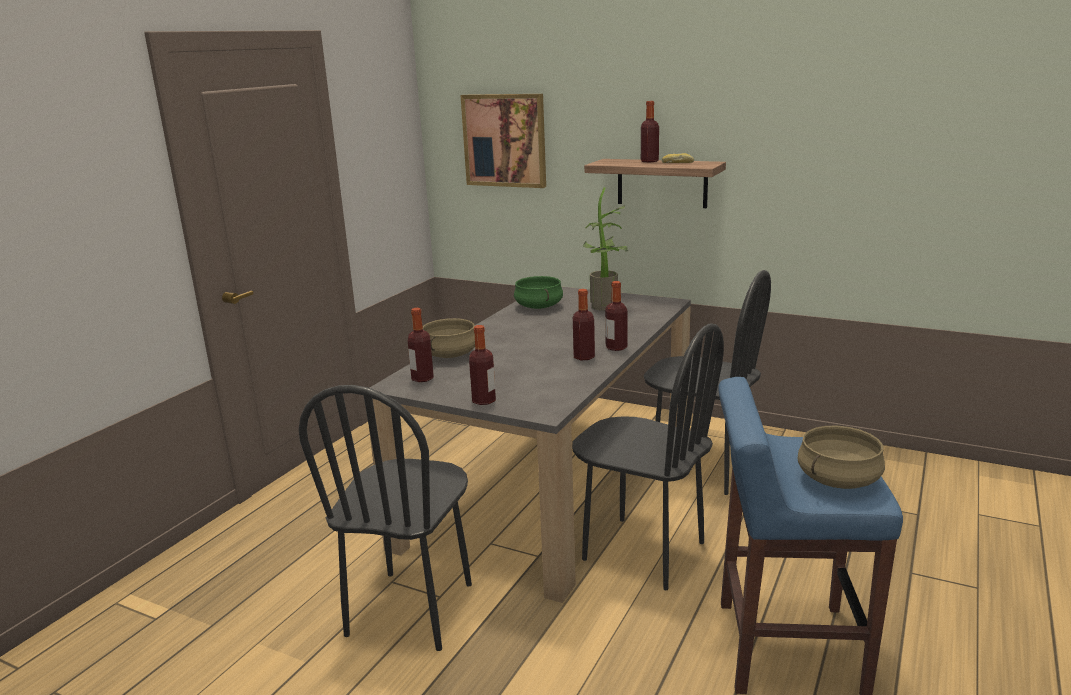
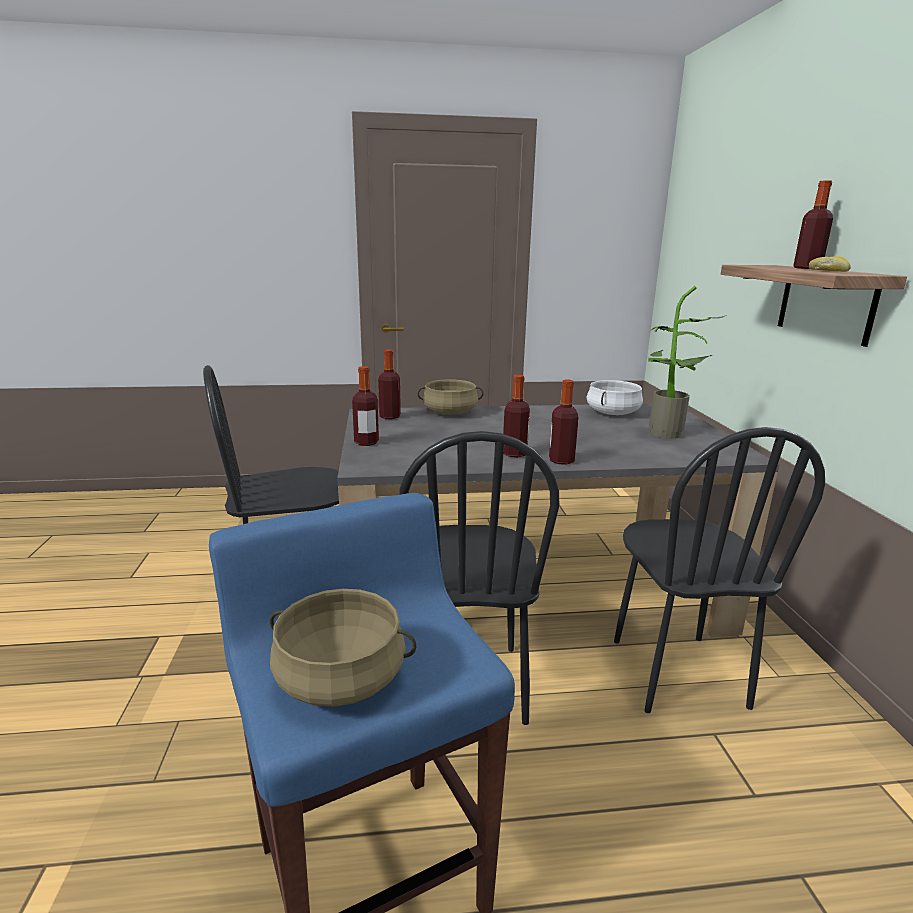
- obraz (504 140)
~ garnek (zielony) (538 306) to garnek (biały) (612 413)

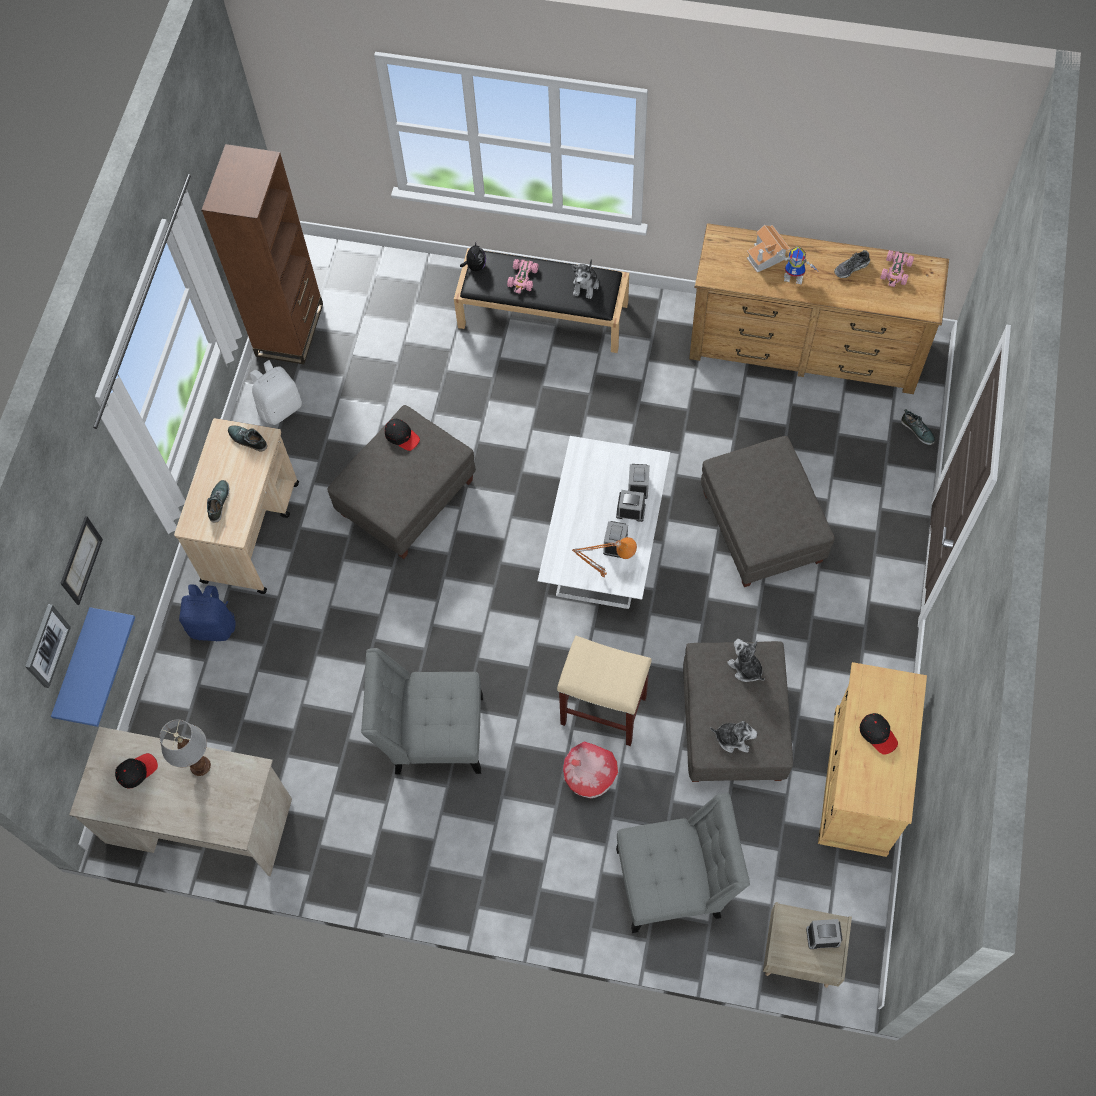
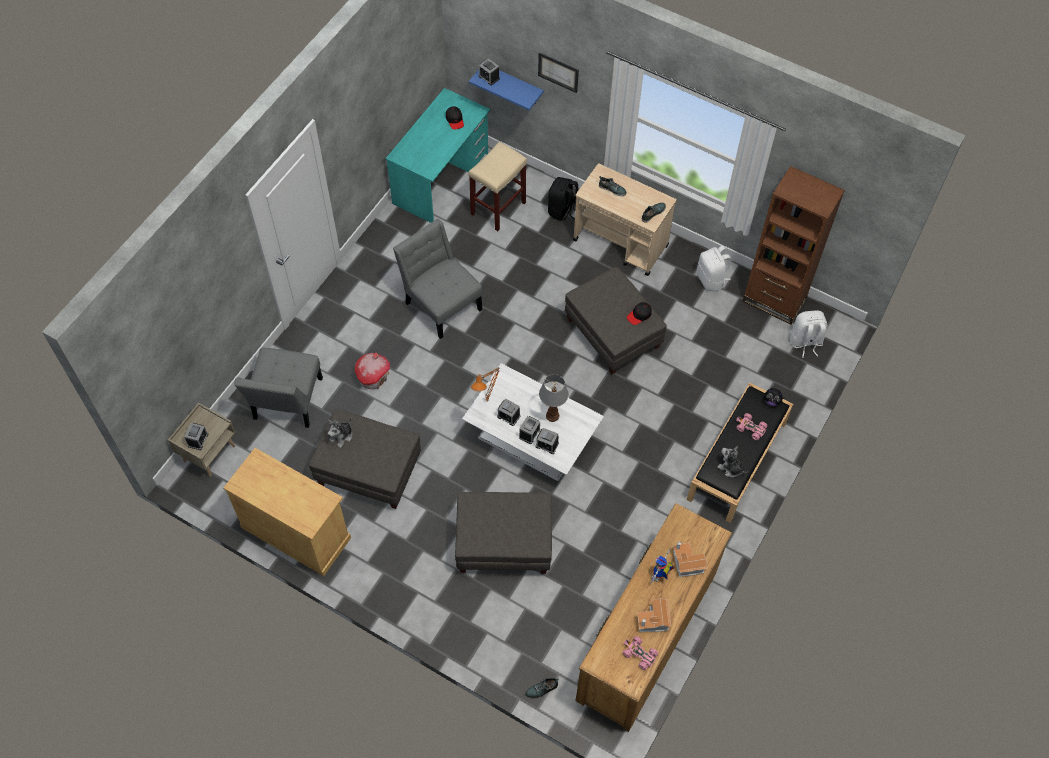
~ but (851 268) to domek (653 621)
~ plecak (niebieski) (213 625) to plecak (czarny) (562 210)
- obraz (46 645)
~ stołek (beżowy) (605 710) to (498 209)
- pluszak (745 668)
~ krzesło (szary) (432 733) = (441 303) 60 degrees counterclockwise
- czapka z daszkiem (czarny) (878 734)
~ lampa stołowa (200 766) to (552 416)
~ biurko (beżowy) (199 820) to biurko (turkusowy) (441 178)
+ budzik (489 77)
+ plecak (biały) (805 342)

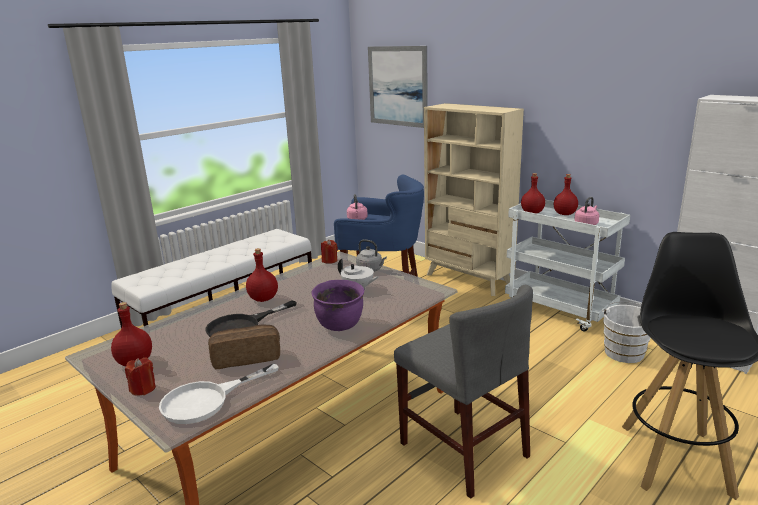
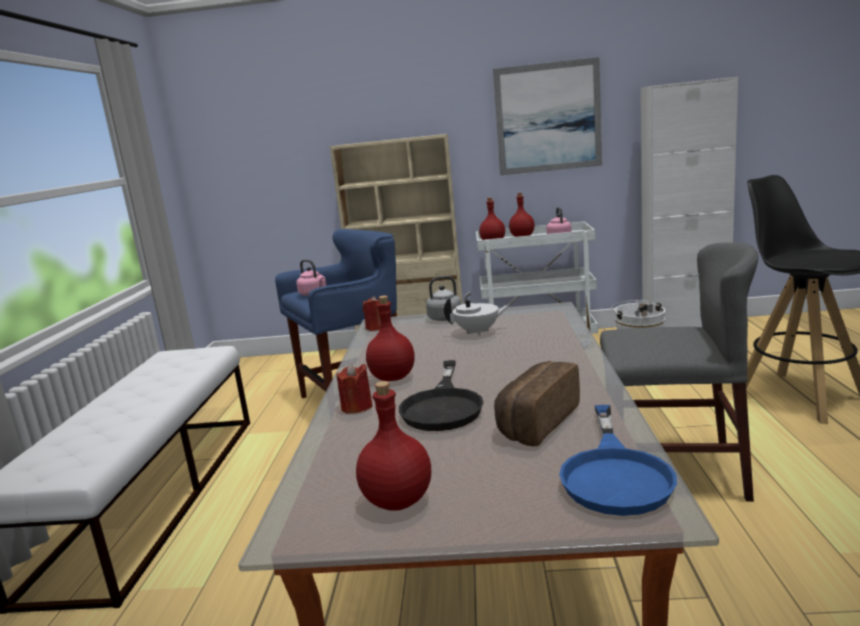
~ obraz (397 86) to (548 118)
- garnek (fioletowy) (340 325)
~ świeca (czerwony) (143 389) to (356 407)
~ patelnia (biały) (206 400) to patelnia (niebieski) (615 473)

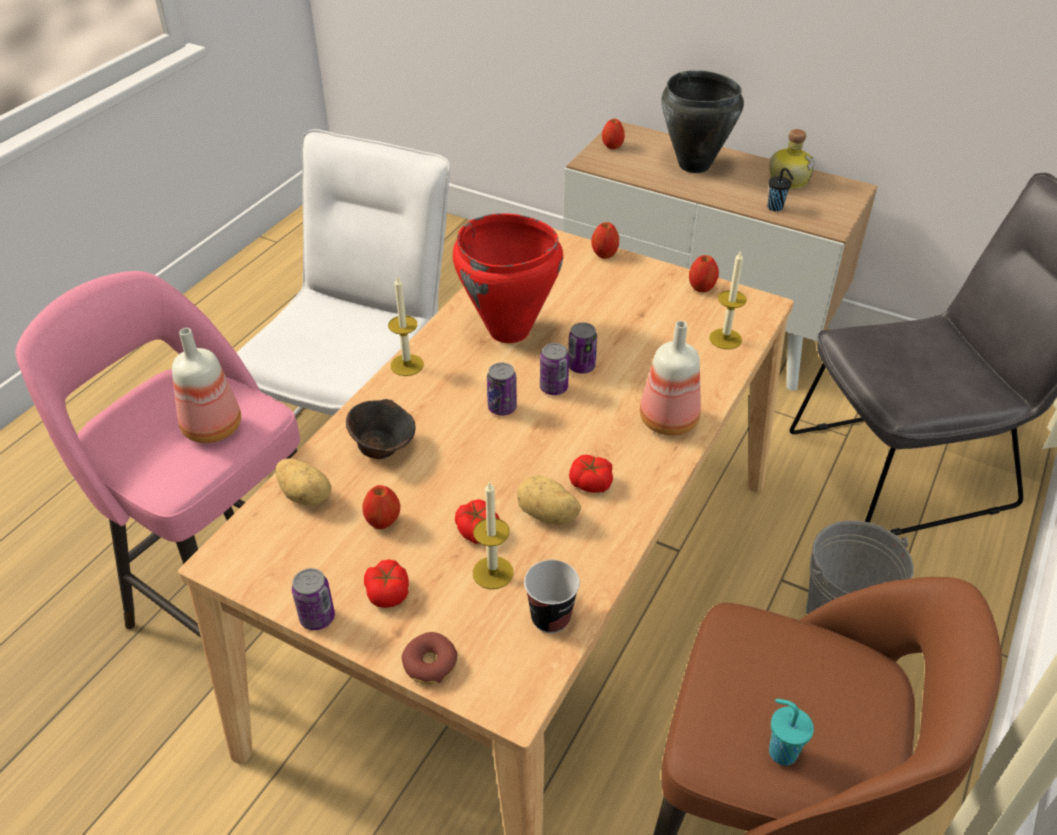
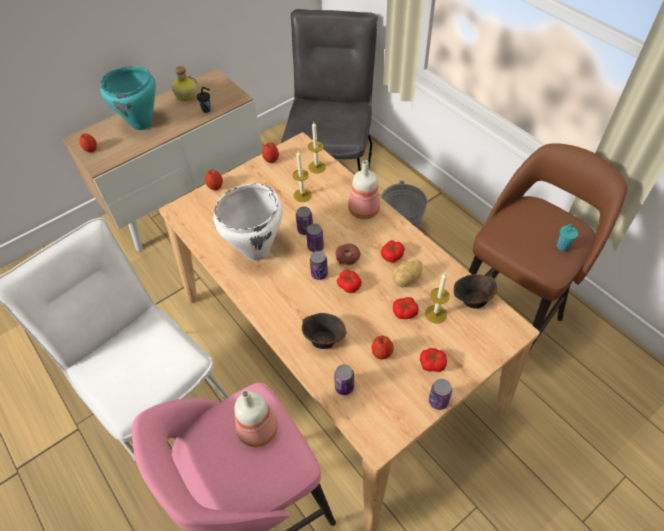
~ garnek (czarny) (694 165) to garnek (turkusowy) (142 124)
~ garnek (czerwony) (509 331) to garnek (biały) (257 251)
~ świeca (407 365) to (302 195)
~ ziemniak (306 495) to puszka (344 387)
~ filiżanka (551 618) to miska (brązowy) (471 299)
~ donut (430 664) to (348 257)
+ pomidor (349 285)

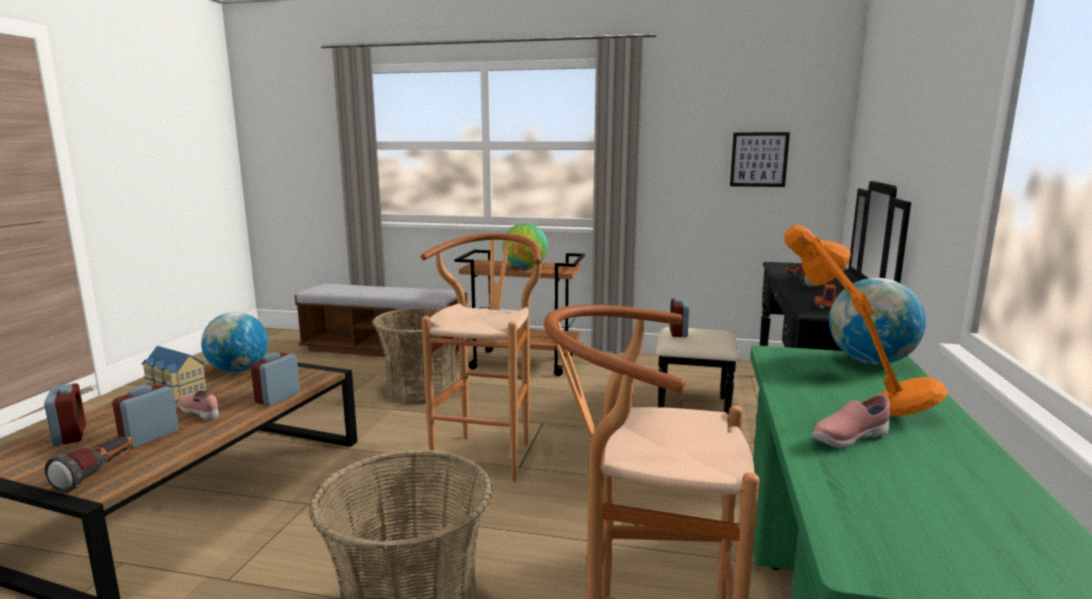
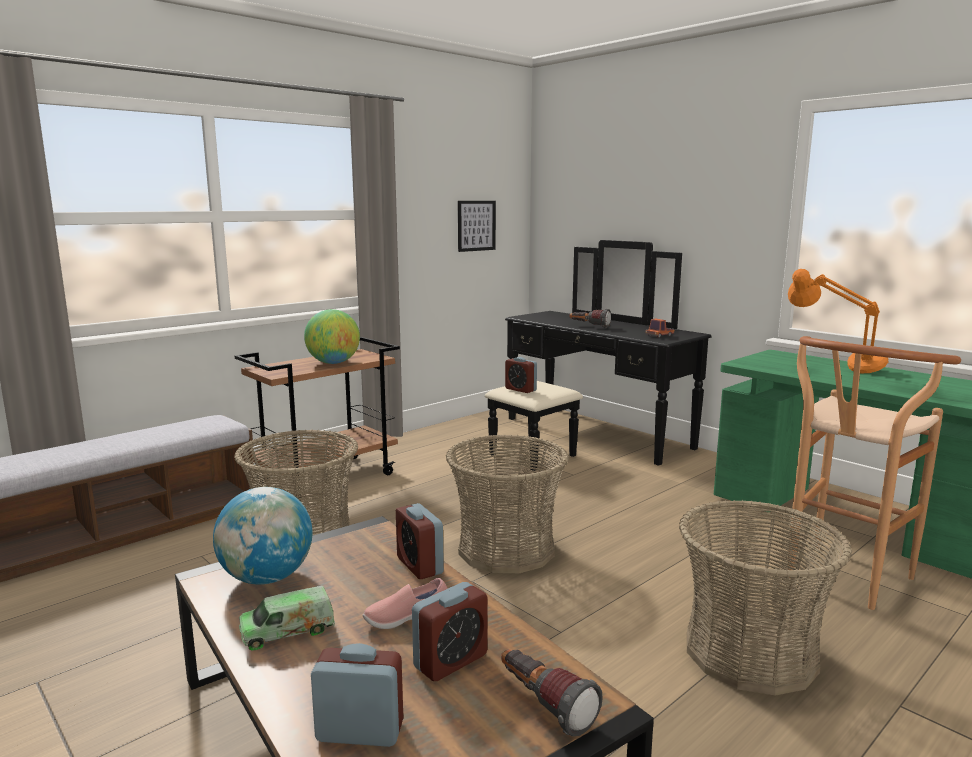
~ stołek (brązowy) (488 452) to koszyk (506 549)
- globus (870 362)
~ domek (175 392) to ciężarówka zabawkowa (287 631)
~ budzik (150 437) = (450 661) 105 degrees counterclockwise
- but (różowy) (848 439)

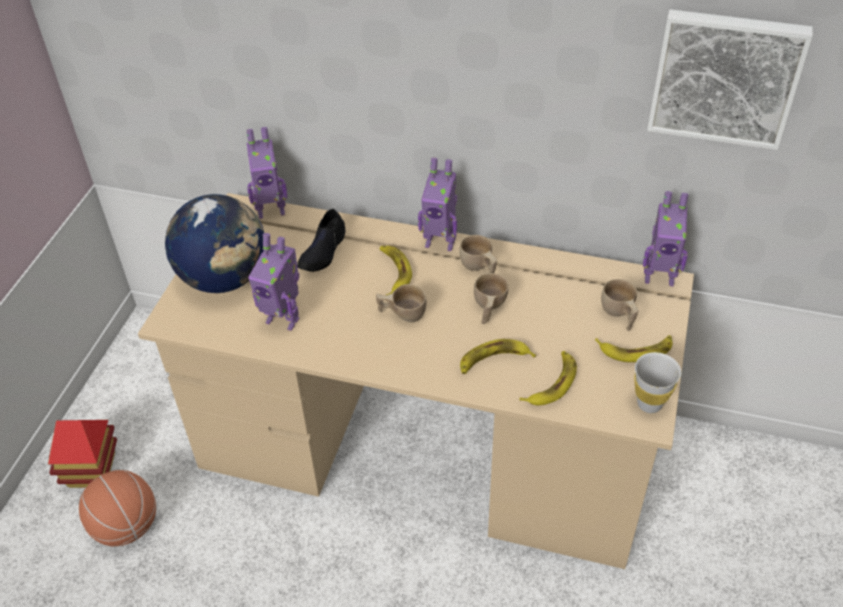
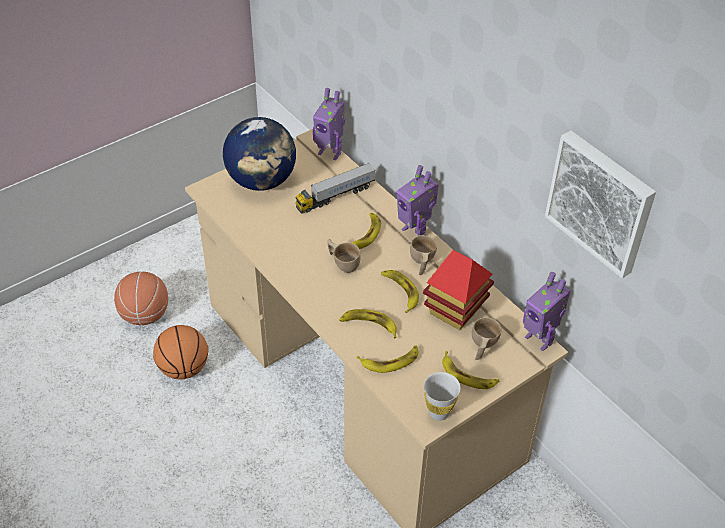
~ but (czarny) (323 251) to ciężarówka zabawkowa (335 196)
- robot zabawkowy (283 319)
~ filiżanka (beżowy) (488 308) to banan (400 291)
~ domek (92 470) to (455 310)
+ piłka do koszykówki (184 368)

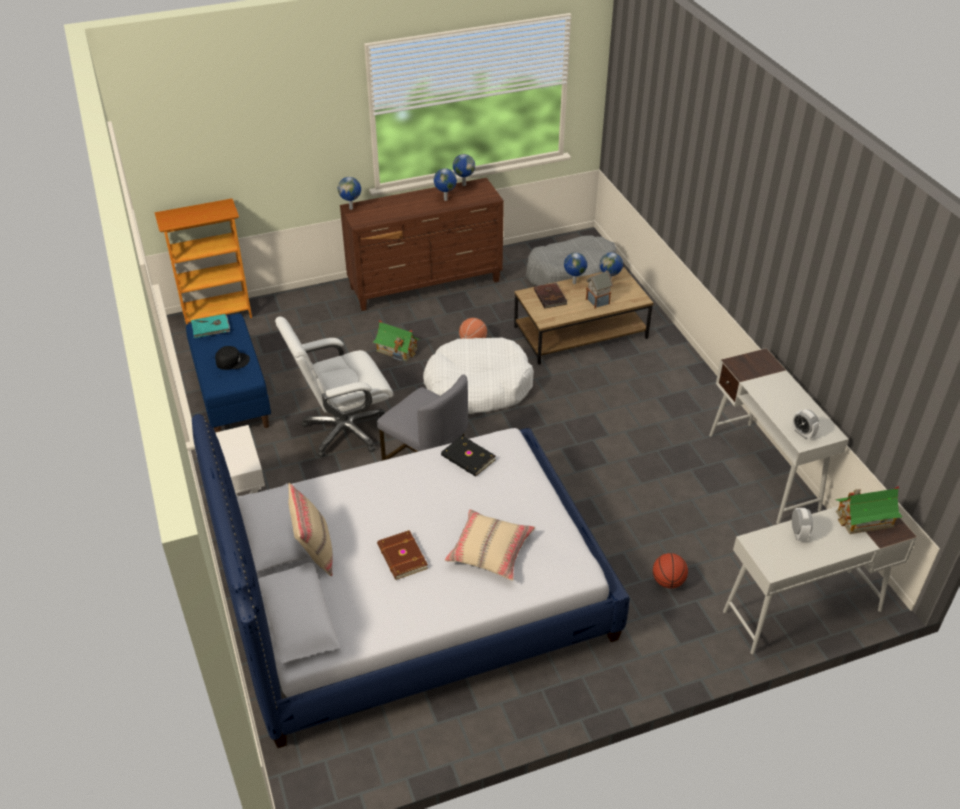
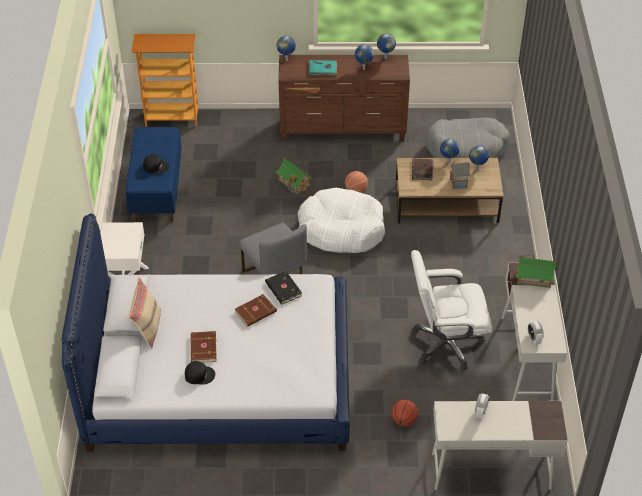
~ książka (turkusowy) (211 328) to (323 69)
~ krzesło biurowe (biały) (344 430) to (446 343)
~ domek (864 519) to (534 277)
- poduszka (beżowy) (490 551)
+ książka (brązowy) (256 312)
+ czapka z daszkiem (czarny) (199 374)

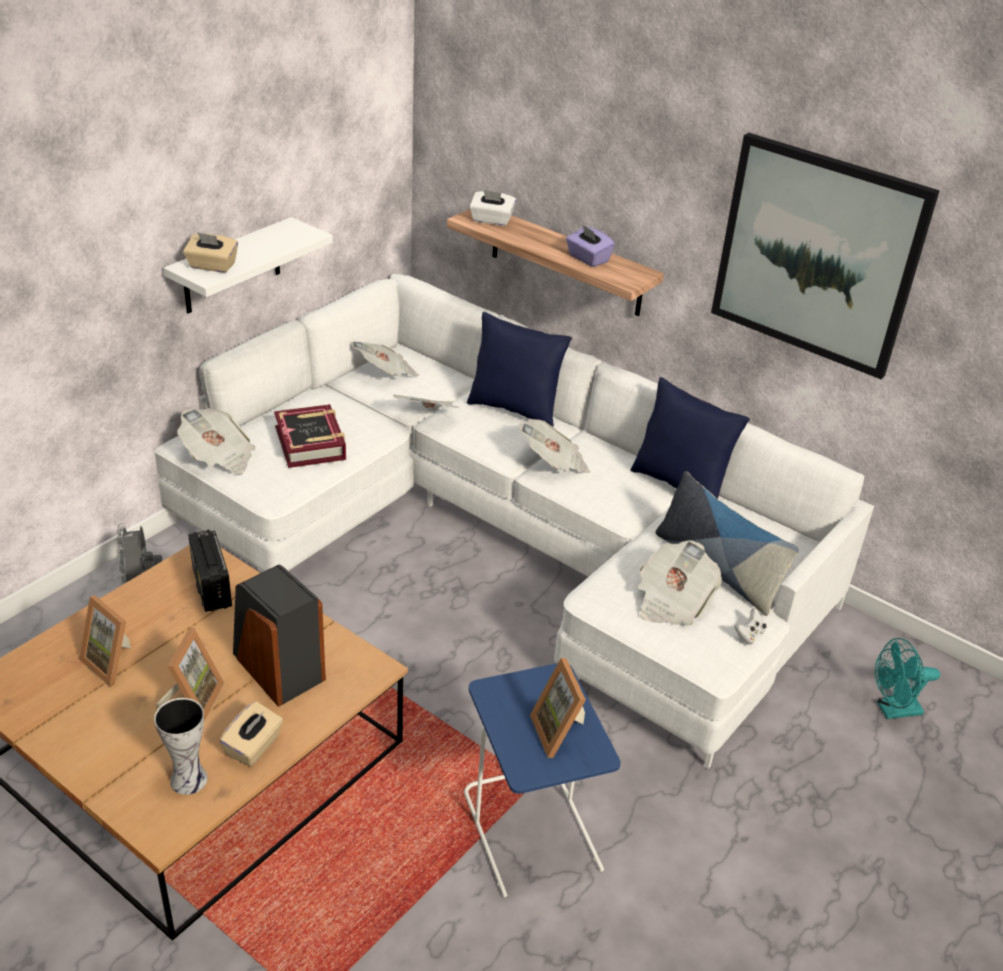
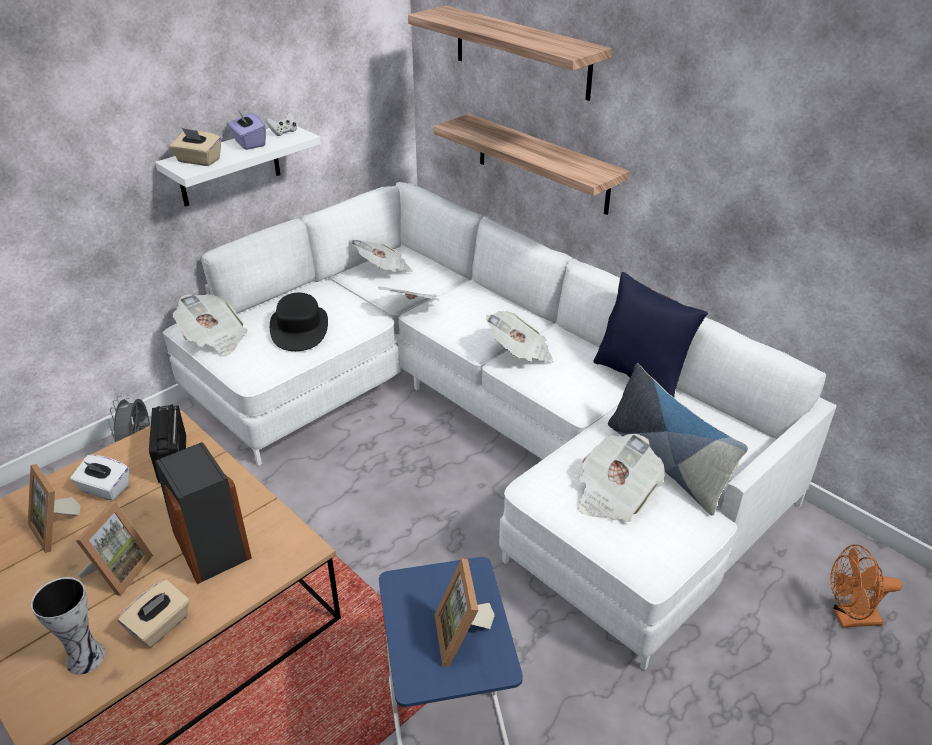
- obraz (817 255)
~ pudełko chusteczek (biały) (491 220) to (104 489)
~ pudełko chusteczek (fioletowy) (588 259) to (249 143)
- poduszka (niebieski) (514 408)
~ książka (311 443) to kapelusz (czarny) (299 328)
~ pad do gier (biały) (749 635) to (283 132)
~ wentylator (turkusowy) (893 710) to wentylator (pomarańczowy) (849 618)
+ półka (521 52)

